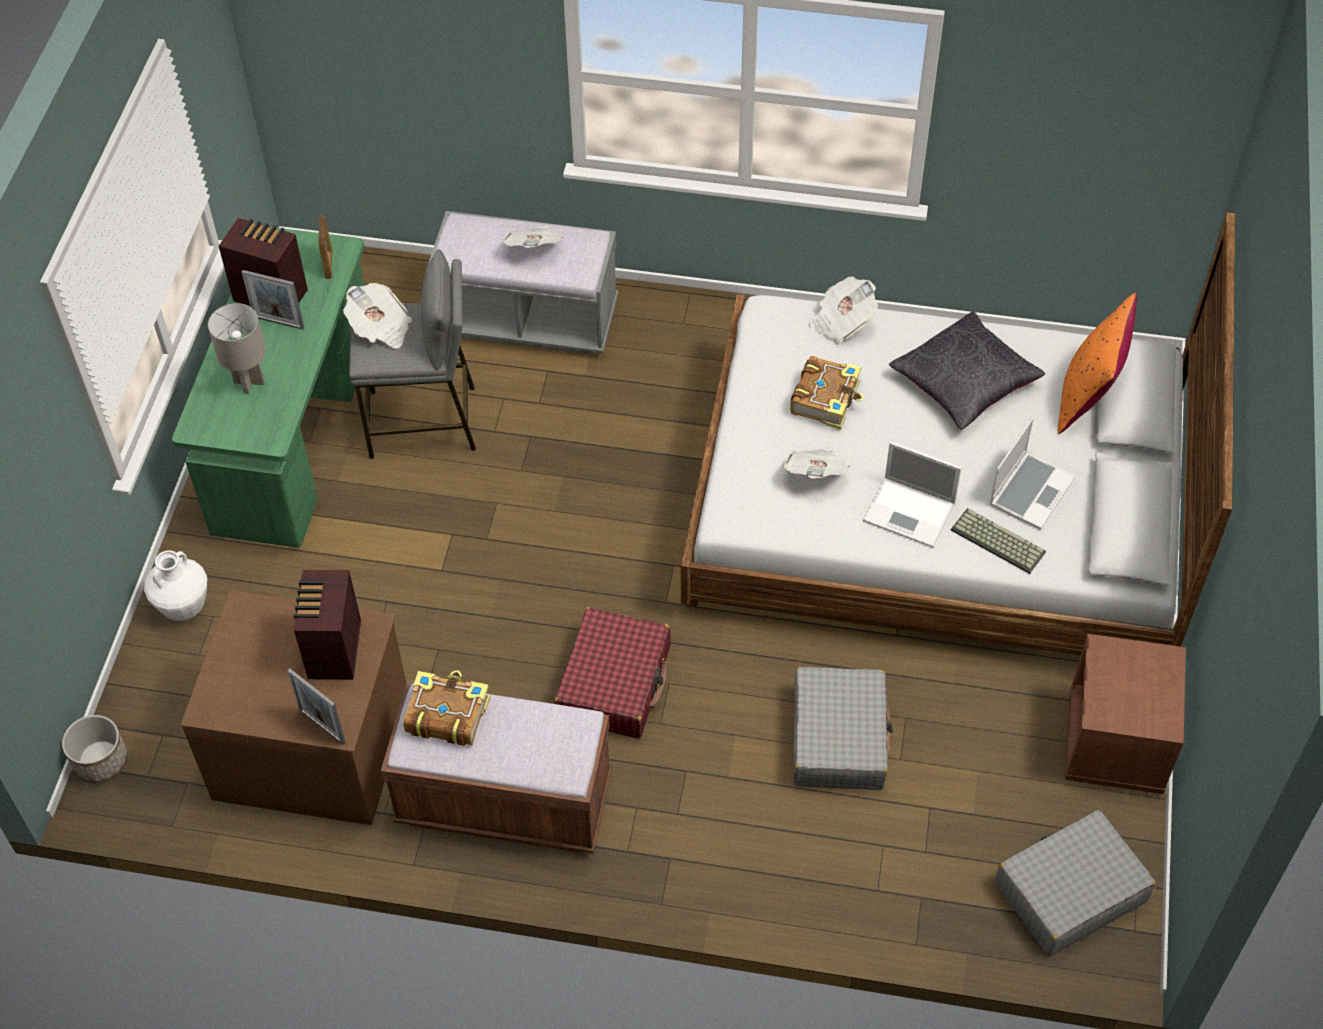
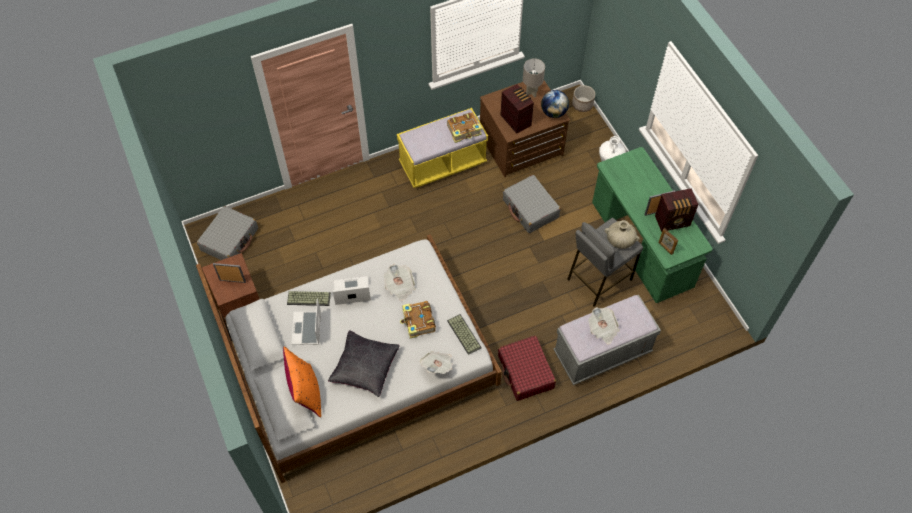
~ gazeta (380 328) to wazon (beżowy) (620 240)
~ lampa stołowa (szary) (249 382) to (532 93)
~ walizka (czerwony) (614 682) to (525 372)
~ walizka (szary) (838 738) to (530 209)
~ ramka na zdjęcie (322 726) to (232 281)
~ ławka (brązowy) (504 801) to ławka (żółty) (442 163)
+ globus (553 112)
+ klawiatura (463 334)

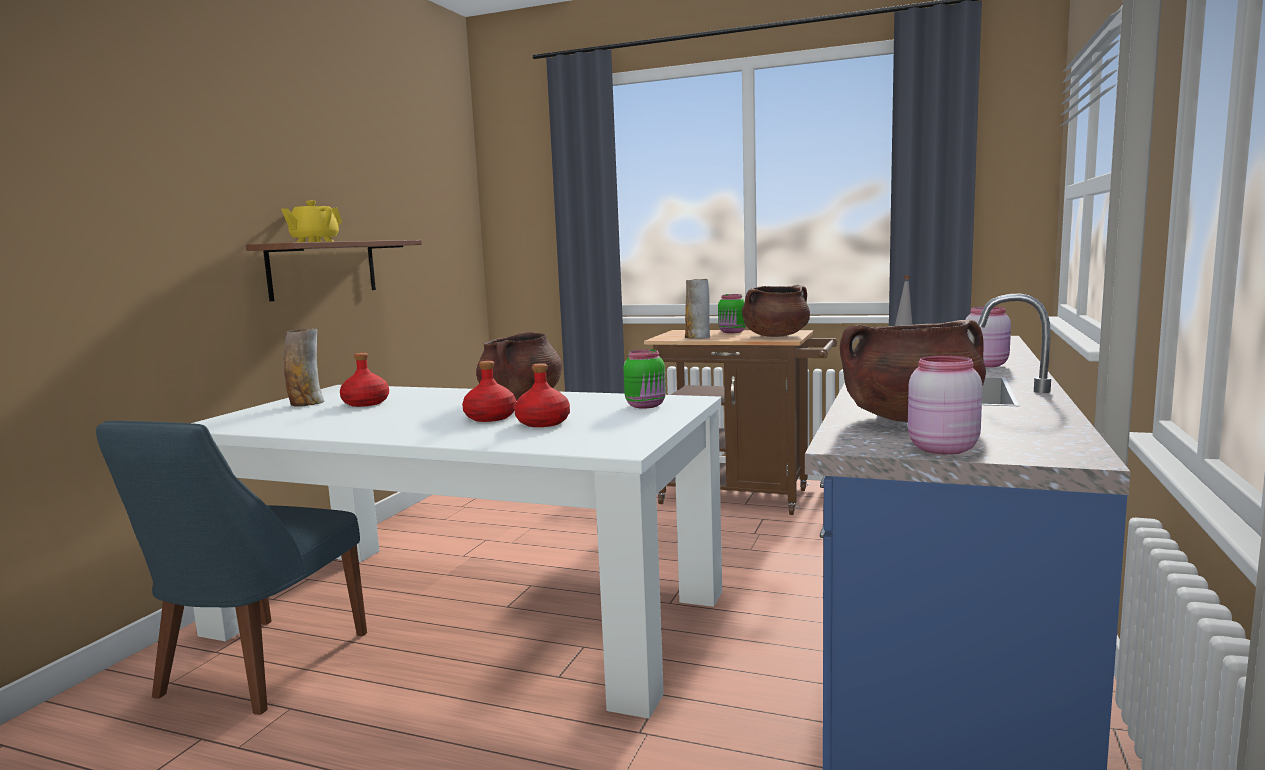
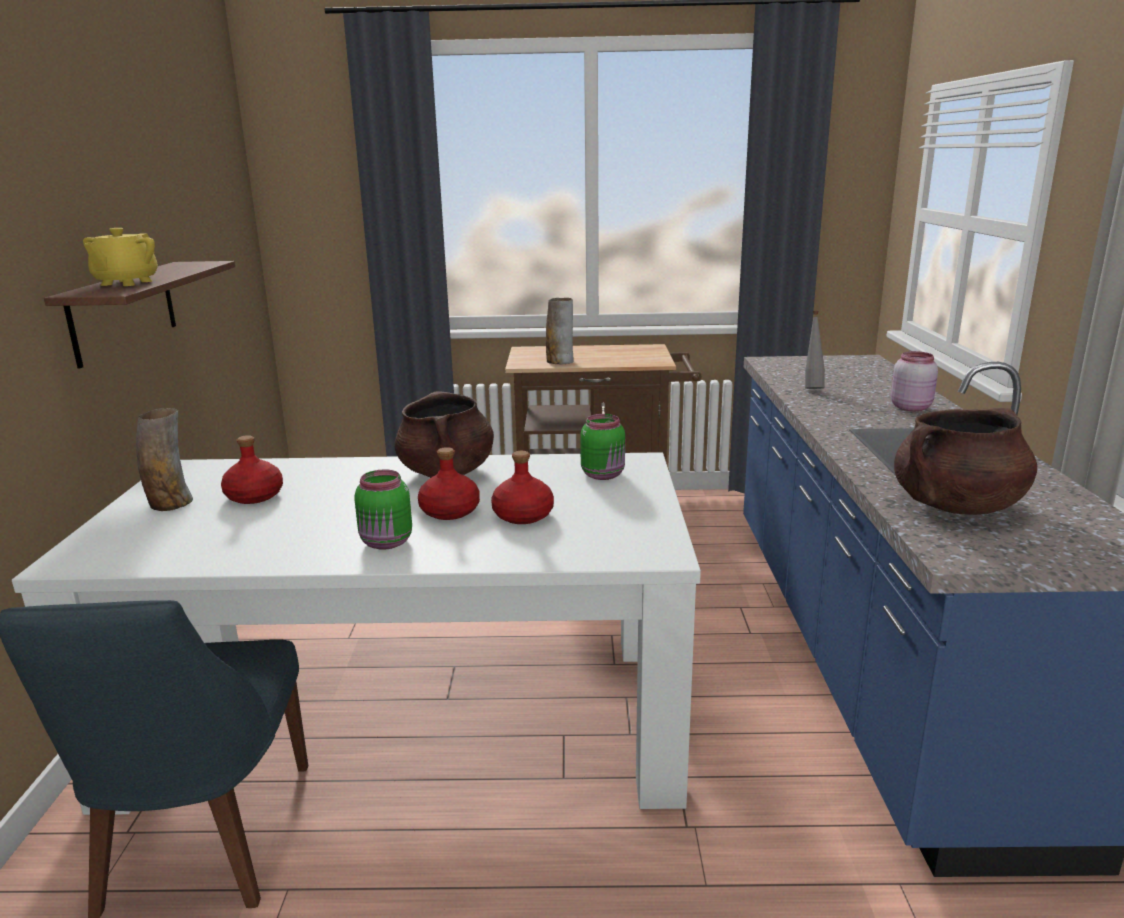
- garnek (brązowy) (776 336)
~ słoik (zielony) (732 332) to (387 543)
- słoik (różowy) (940 448)

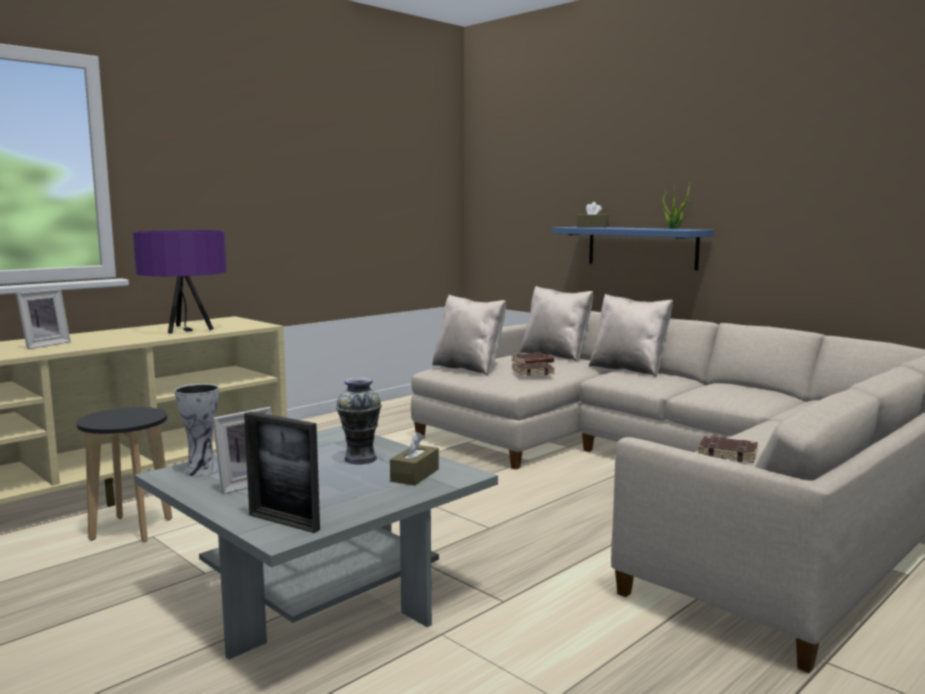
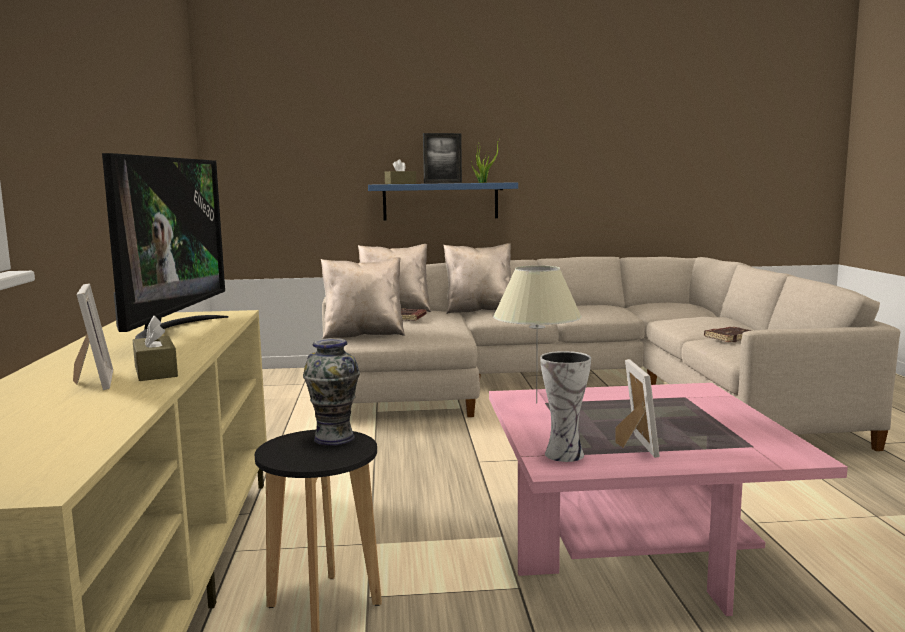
~ lampa stołowa (fioletowy) (185 329) to telewizor (172 332)
- książka (brązowy) (533 372)
~ wazon (361 459) to (334 438)
~ ramka na zdjęcie (283 522) to (443 183)
~ ława (szary) (320 594) to ława (różowy) (635 546)
~ pudełko chusteczek (brązowy) (415 475) to (155 371)
+ lampa stołowa (beżowy) (536 403)

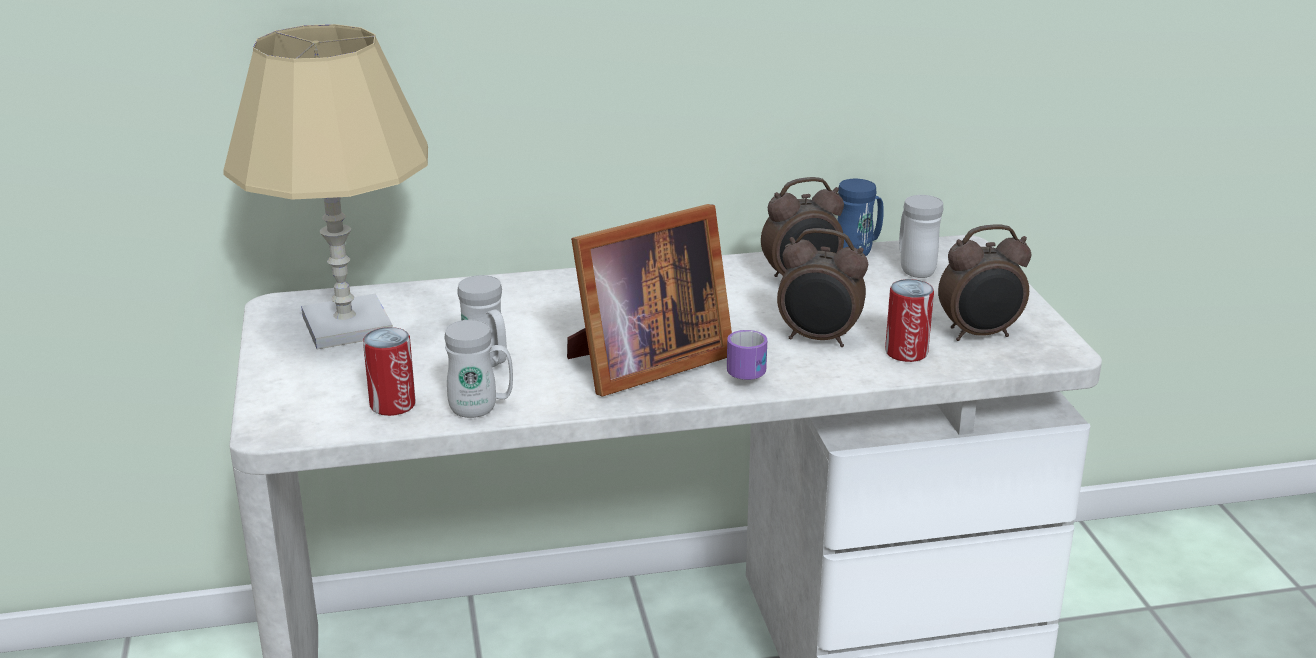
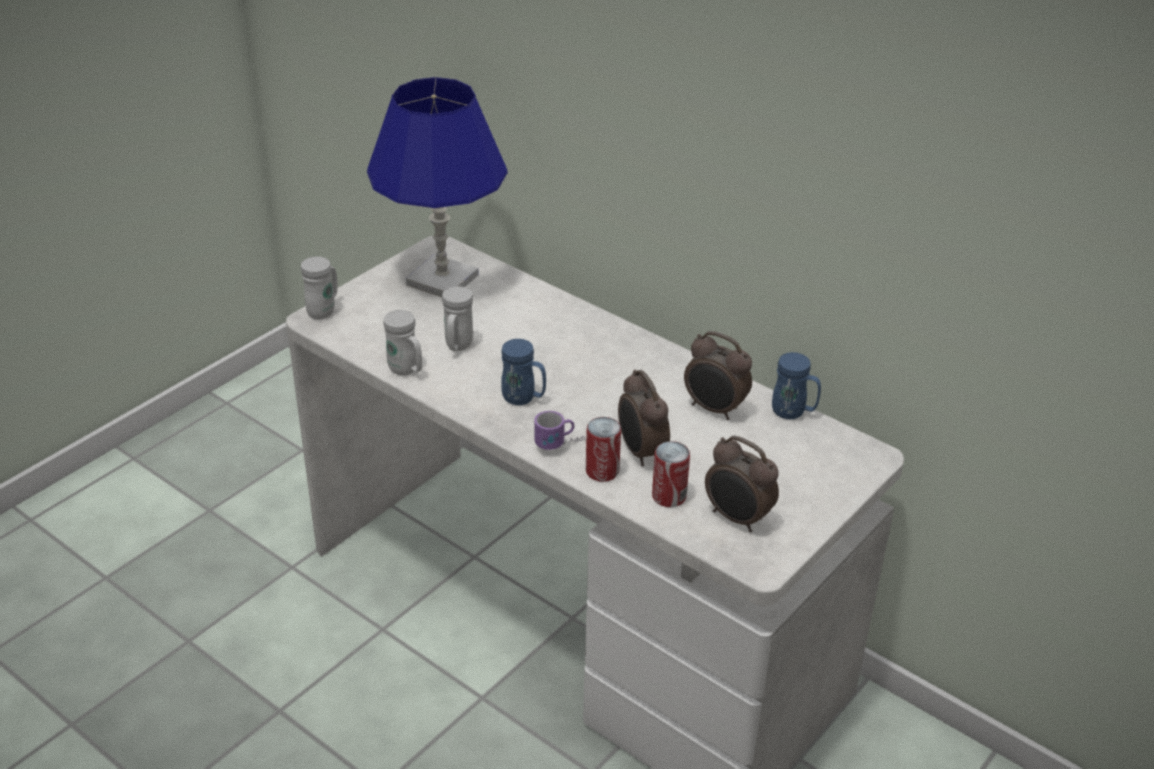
~ lampa stołowa (beżowy) (346 325) to lampa stołowa (niebieski) (442 279)
~ kubek (biały) (914 269) to (324 310)
~ ramka na zdjęcie (642 364) to kubek (niebieski) (523 399)
~ puszka (392 405) to (602 471)

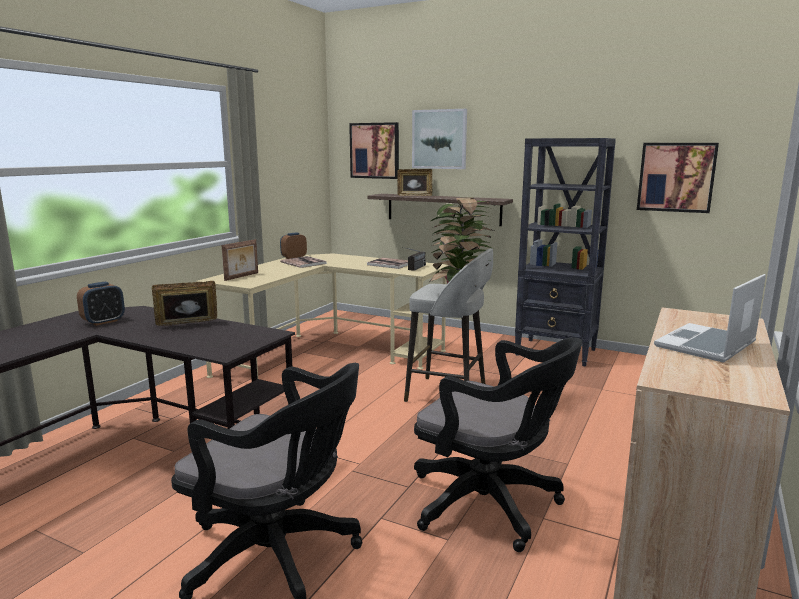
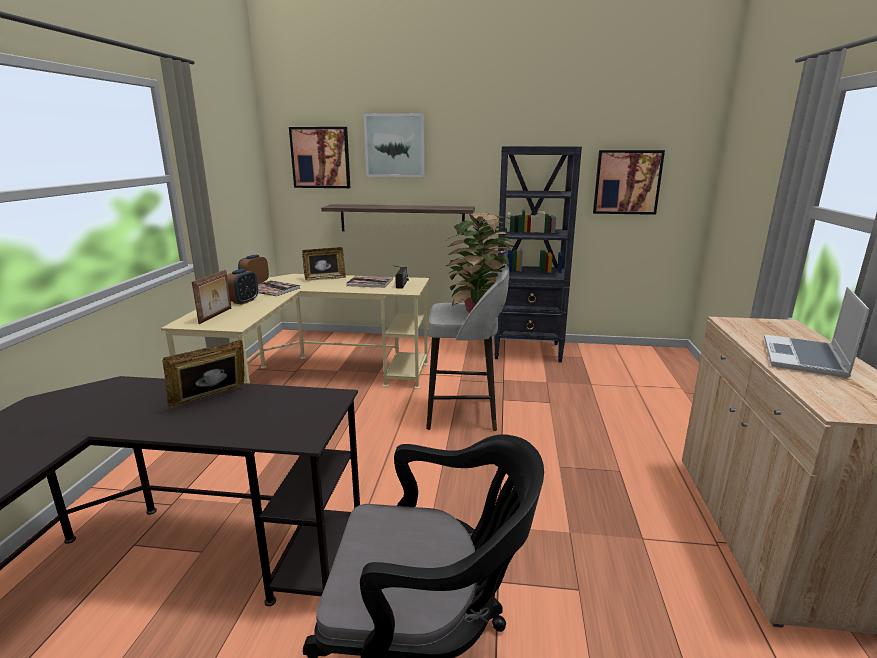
~ ramka na zdjęcie (414 195) to (325 278)
~ budzik (103 322) to (244 301)
- krzesło biurowe (czarny) (491 505)

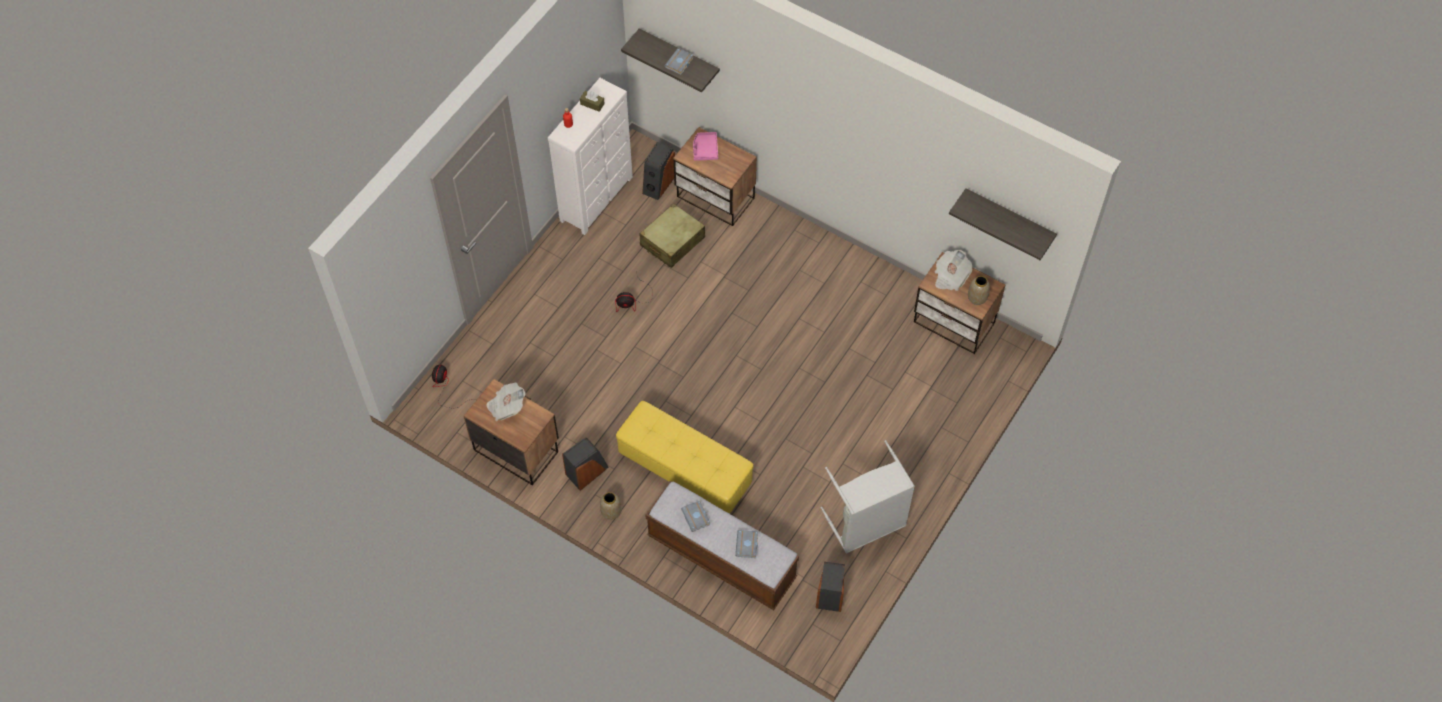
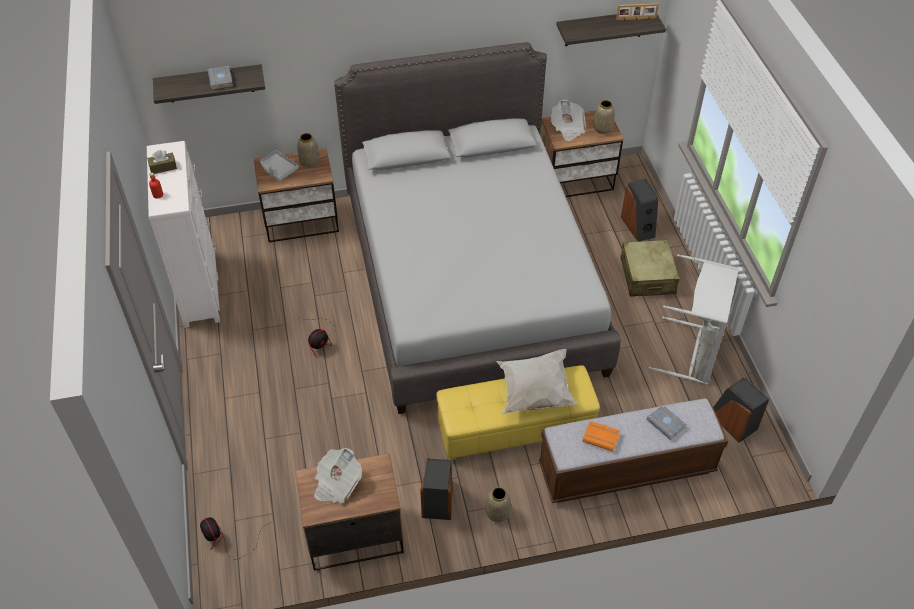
~ taca (różowy) (705 149) to taca (szary) (278 169)
~ głośnik (658 184) to (638 226)
~ walizka (beżowy) (672 242) to (647 276)
~ książka (szary) (697 517) to książka (pomarańczowy) (601 437)
+ ramka na zdjęcie (636 19)
+ łóżko (szary) (471 282)
+ wazon (309 162)
+ poduszka (biały) (534 393)

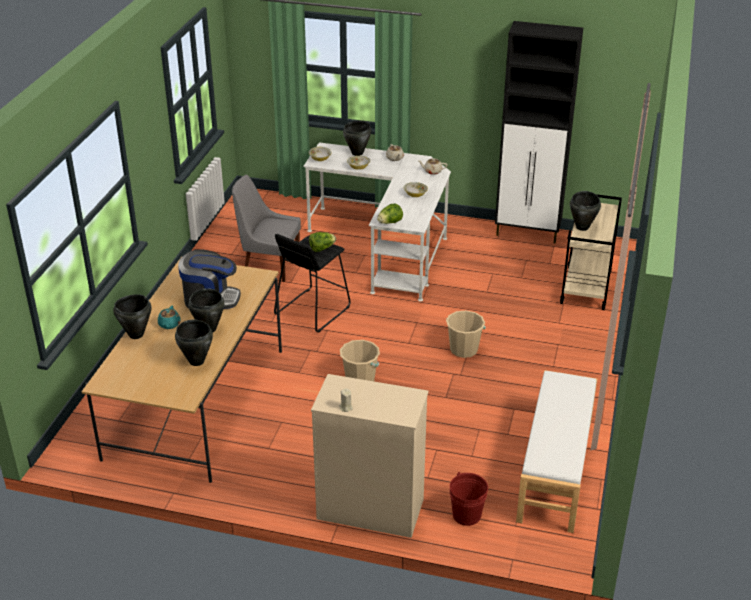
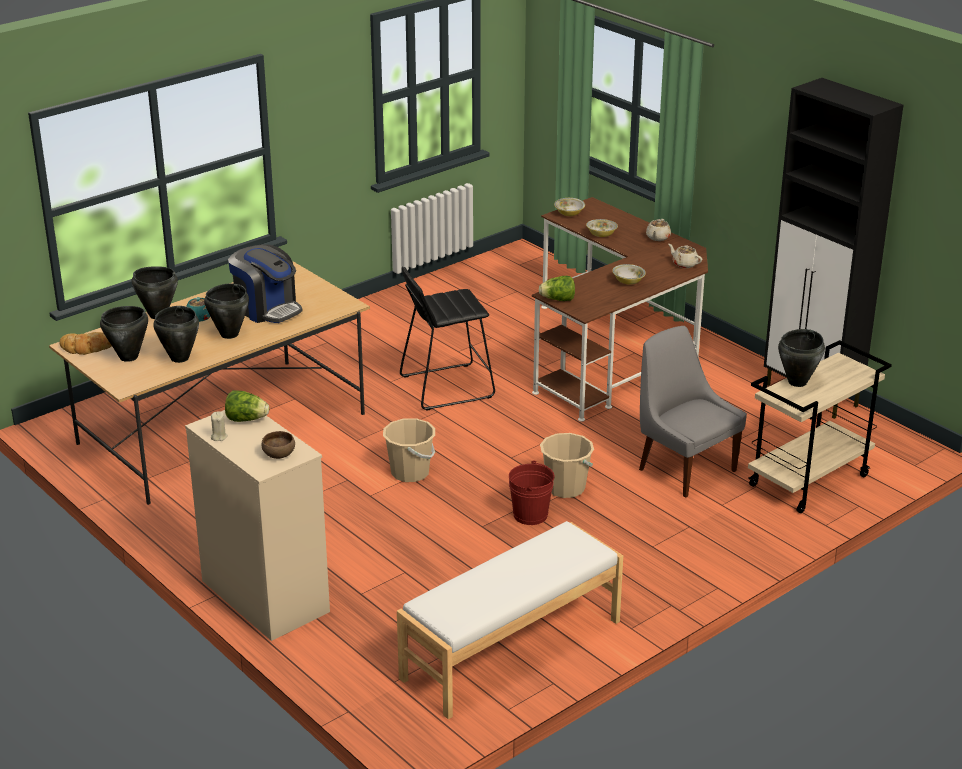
~ garnek (czarny) (357 153) to (129 357)
~ biurko (biały) (388 245) to biurko (brązowy) (616 351)
~ krzesło (szary) (269 265) to (684 468)
~ sałata (322 248) to (246 419)
~ wiadro (czerwony) (466 515) to (530 515)
+ chleb (86 347)
+ miska (brązowy) (278 454)

